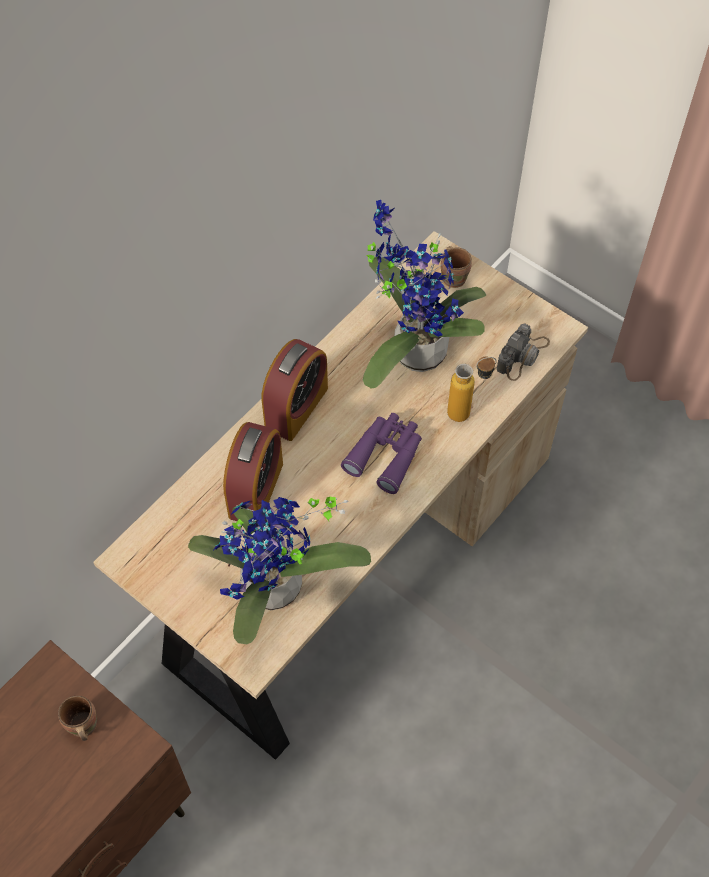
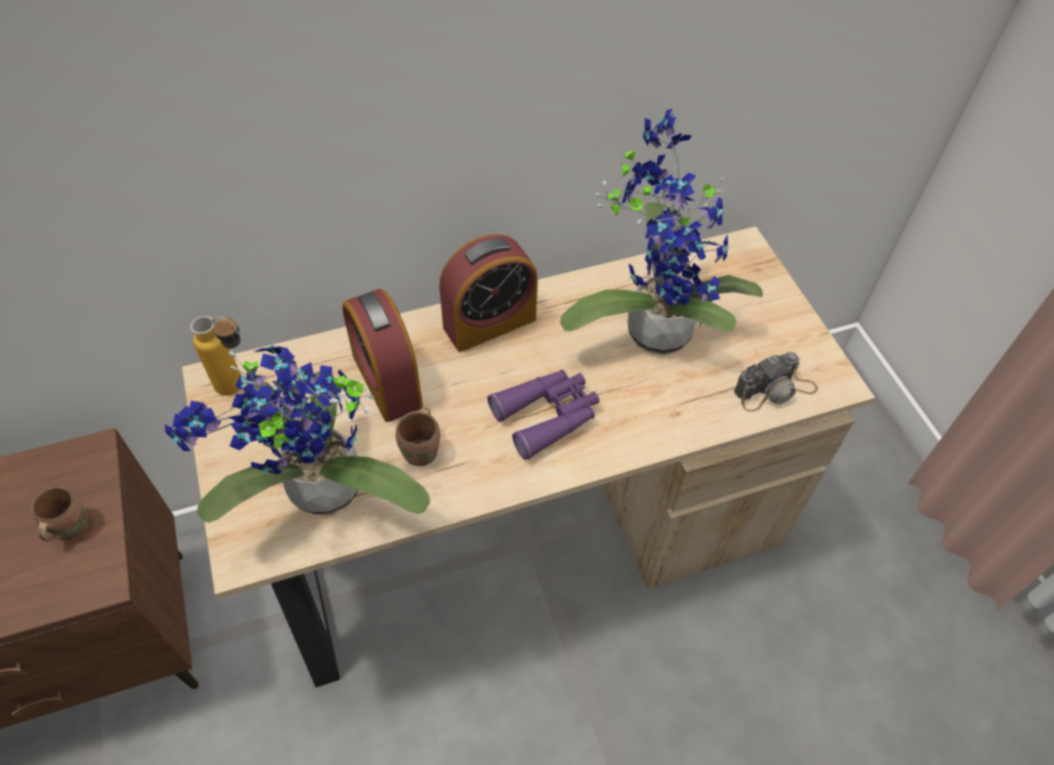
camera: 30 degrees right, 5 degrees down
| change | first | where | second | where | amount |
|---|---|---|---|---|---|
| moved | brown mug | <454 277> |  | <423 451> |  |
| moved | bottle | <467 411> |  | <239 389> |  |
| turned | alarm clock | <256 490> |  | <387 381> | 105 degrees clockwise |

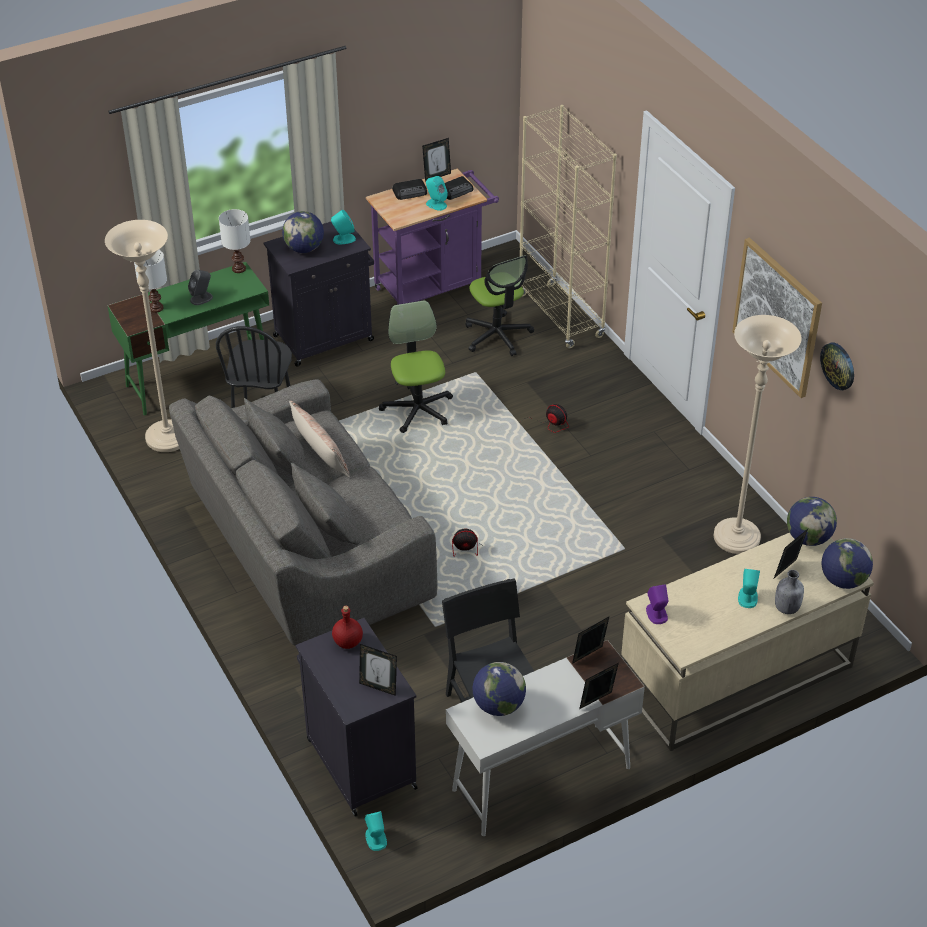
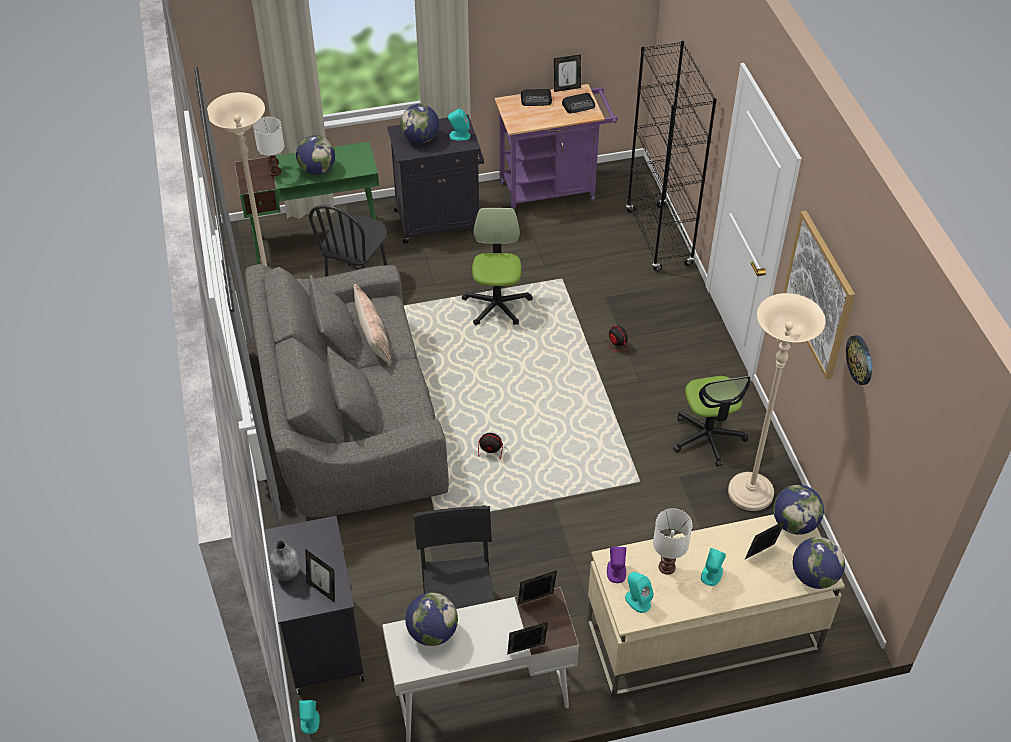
camera: 15 degrees right, 5 degrees up
| change | first | where | second | where | amount |
|---|---|---|---|---|---|
| removed | red bottle | <348 642> |  |  |  |
| moved | white table lamp | <239 269> |  | <667 567> |  |
| moved | turquoise speaker | <436 204> |  | <637 600> |  |
| moved | office chair | <497 336> |  | <708 437> |  |
| moved | grey bottle | <786 608> |  | <286 573> |  |
| replaced | grey speaker | <201 298> | globe | <317 170> |  |
| recoloured | beige bookcase | <560 316> | black bookcase | <659 238> |  |

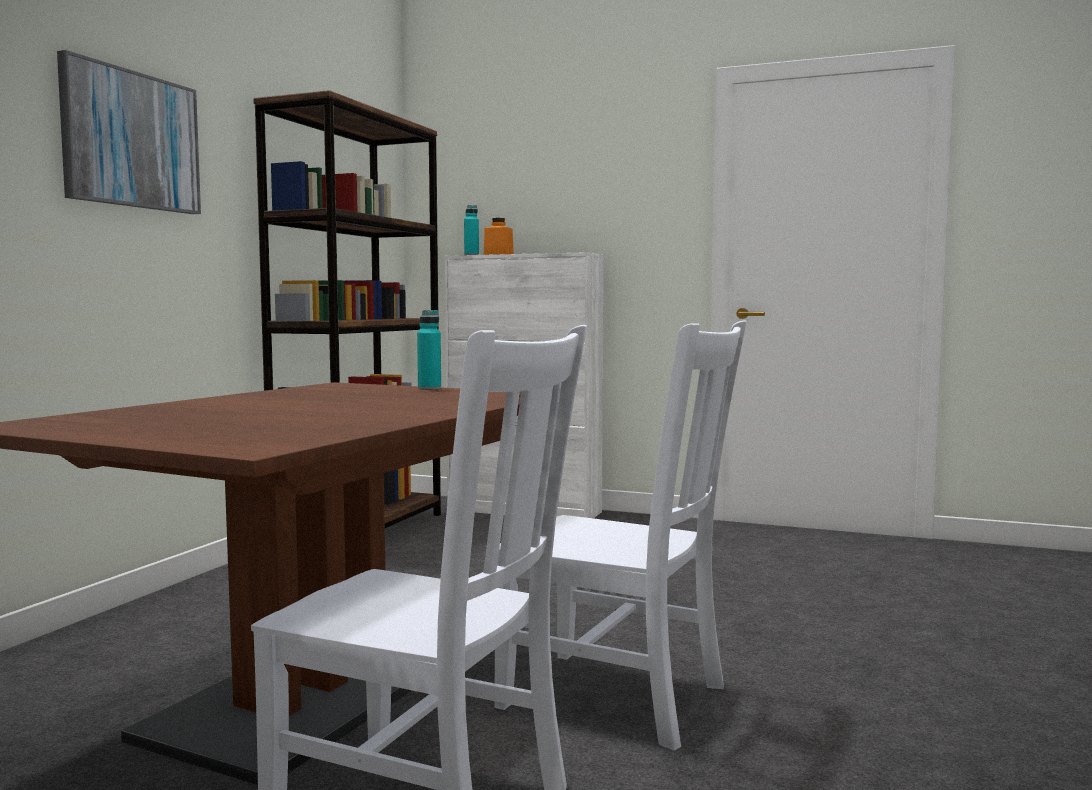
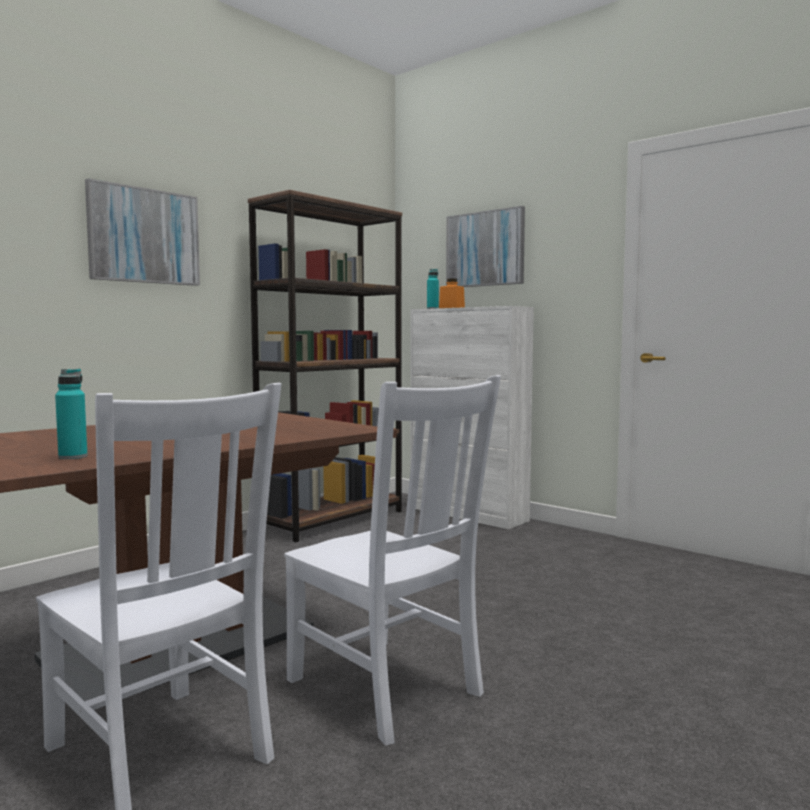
camera: 20 degrees right, 0 degrees up
| change | first | where | second | where | amount |
|---|---|---|---|---|---|
| added |  |  | picture | <485 249> |  |
| moved | turquoise bottle | <429 388> |  | <73 457> |  |

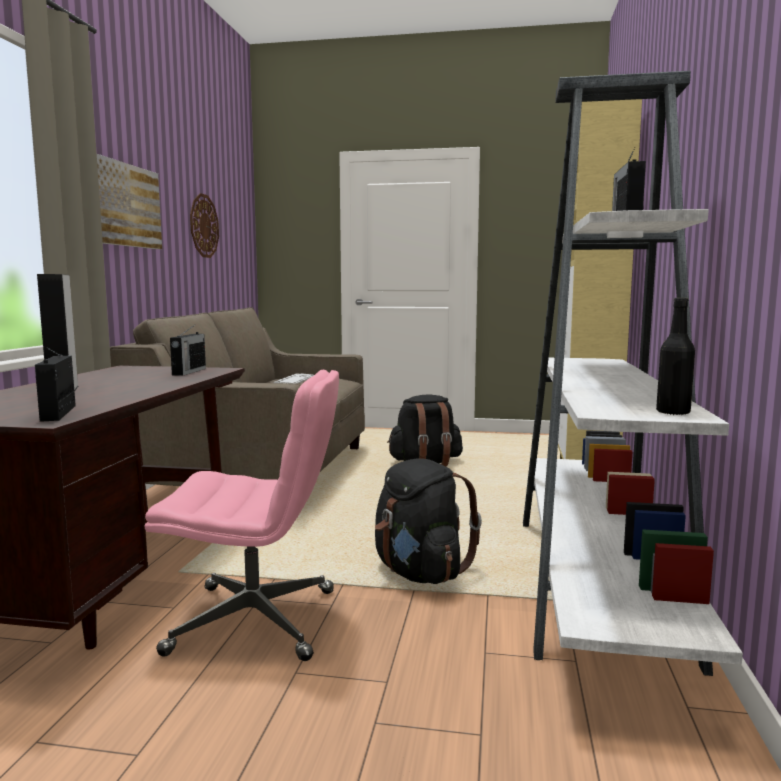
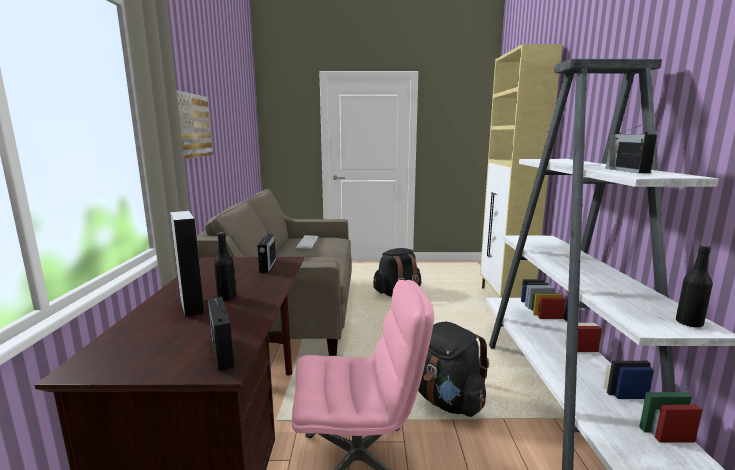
camera: 10 degrees left, 5 degrees up
| change | first | where | second | where | amount |
|---|---|---|---|---|---|
| removed | wall clock | <203 226> |  |  |  |
| added |  |  | black bottle | <227 297> |  |

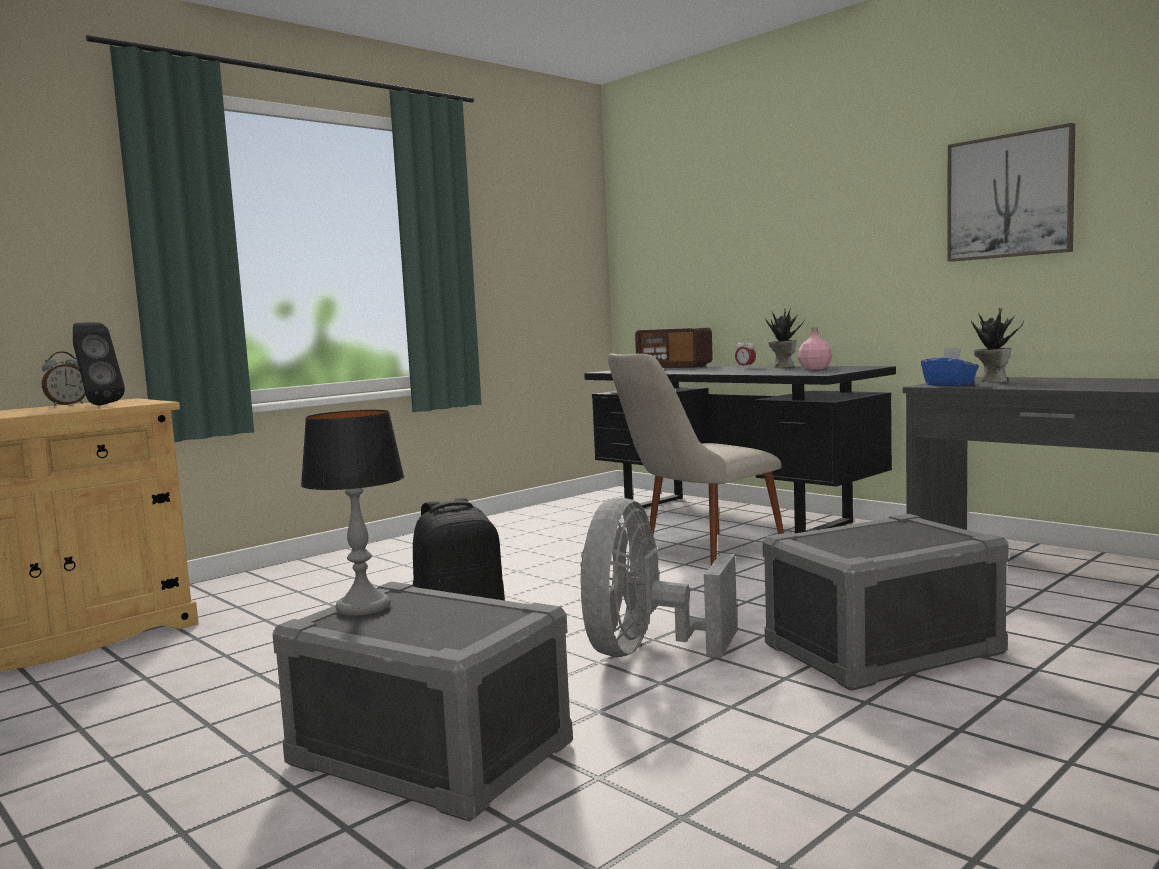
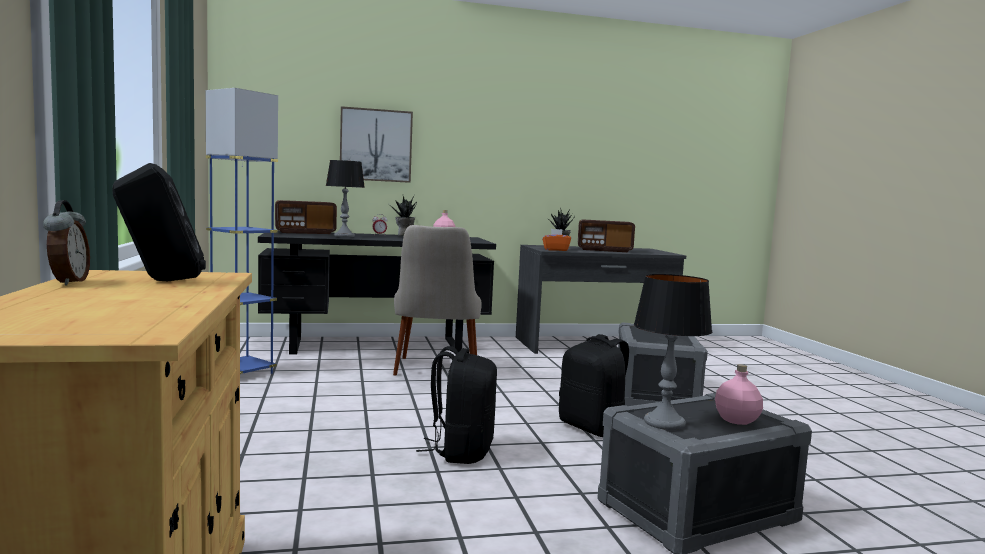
camera: 60 degrees left, 0 degrees up
| change | first | where | second | where | amount |
|---|---|---|---|---|---|
| added |  |  | blue floor lamp | <242 373> |  |
| added |  |  | table lamp | <344 236> |  |
| added |  |  | radio | <604 250> |  |
| added |  |  | pink bottle | <736 420> |  |
| moved | picture | <1009 196> |  | <376 145> |  |
| replaced | grey fan | <645 651> | black backpack | <593 428> |  |
| recoloured | blue tissue box | <949 384> | orange tissue box | <555 250> |  |

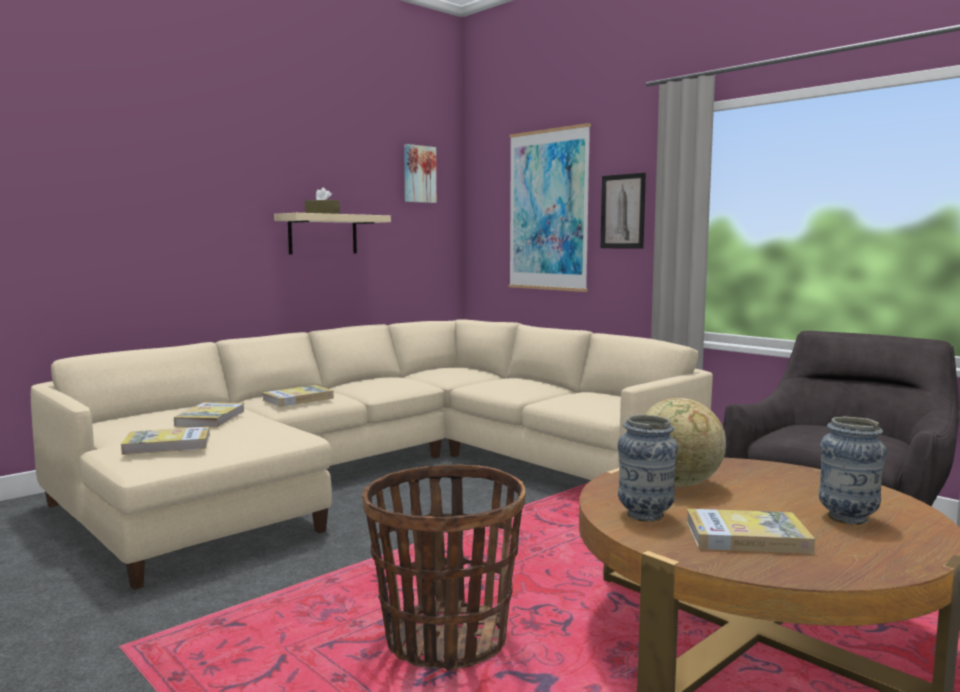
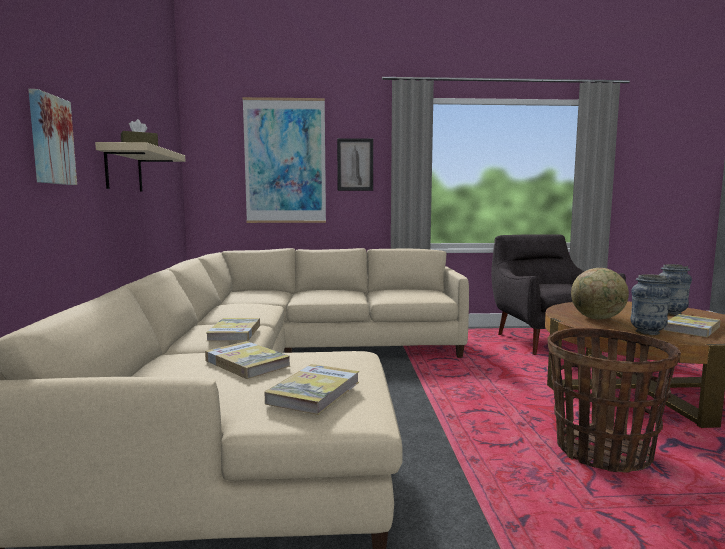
camera: 50 degrees left, 0 degrees up
| change | first | where | second | where | amount |
|---|---|---|---|---|---|
| moved | picture | <419 174> |  | <50 140> |  |

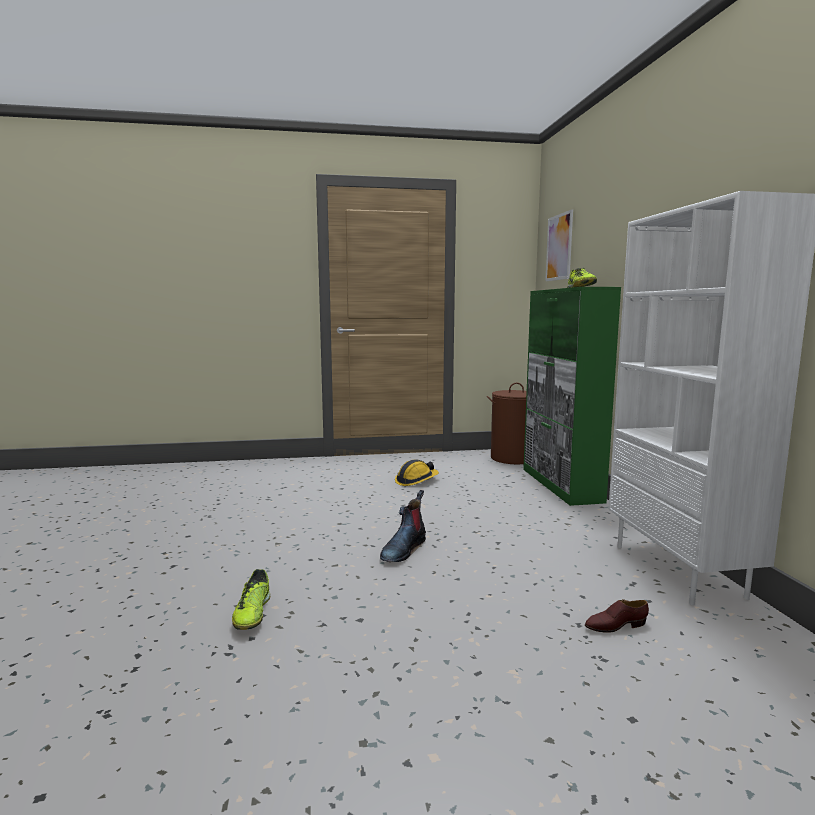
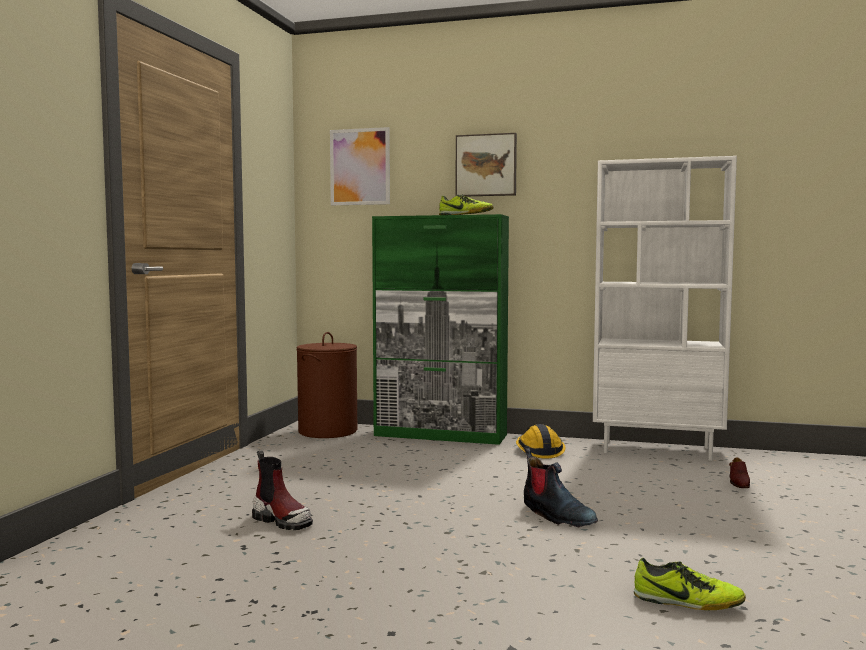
camera: 65 degrees left, 5 degrees down
| change | first | where | second | where | amount |
|---|---|---|---|---|---|
| added |  |  | boot | <282 521> |  |
| added |  |  | picture | <486 165> |  |
| moved | hard hat | <416 480> |  | <539 451> |  |

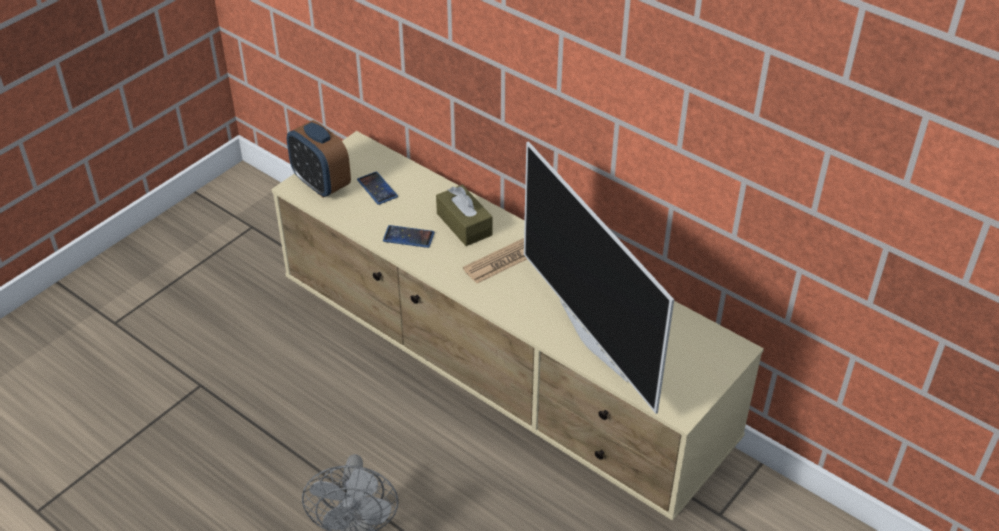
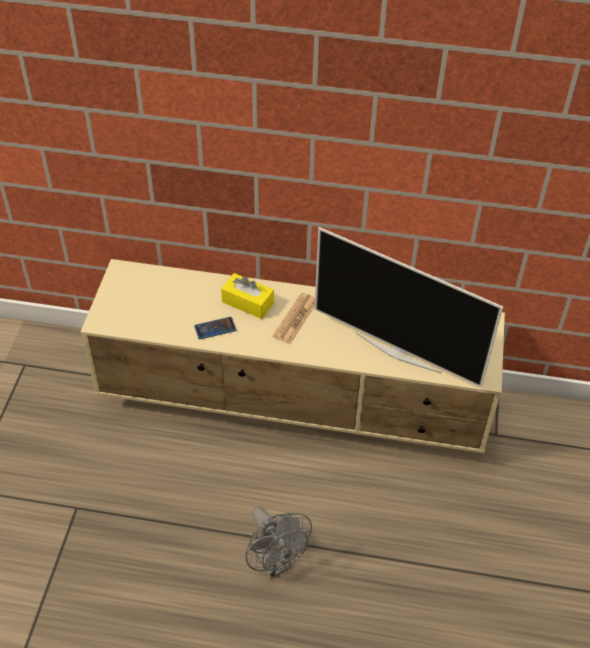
camera: 30 degrees left, 5 degrees up
| change | first | where | second | where | amount |
|---|---|---|---|---|---|
| removed | alarm clock | <321 184> |  |  |  |
| removed | phone | <377 188> |  |  |  |
| recoloured | brown tissue box | <464 224> | yellow tissue box | <248 302> |  |

